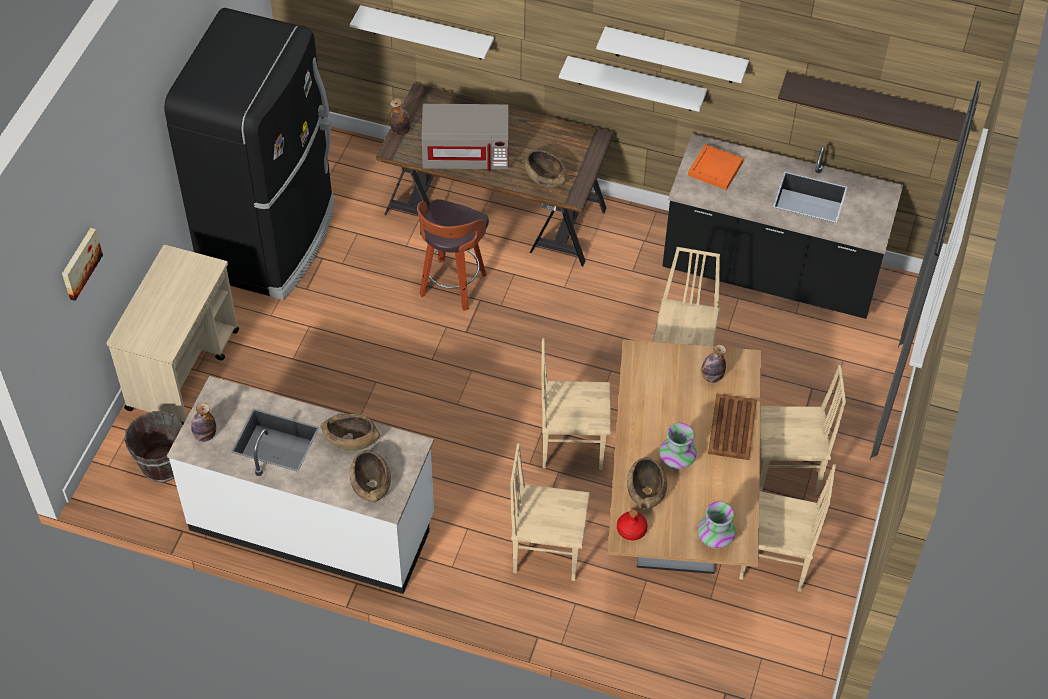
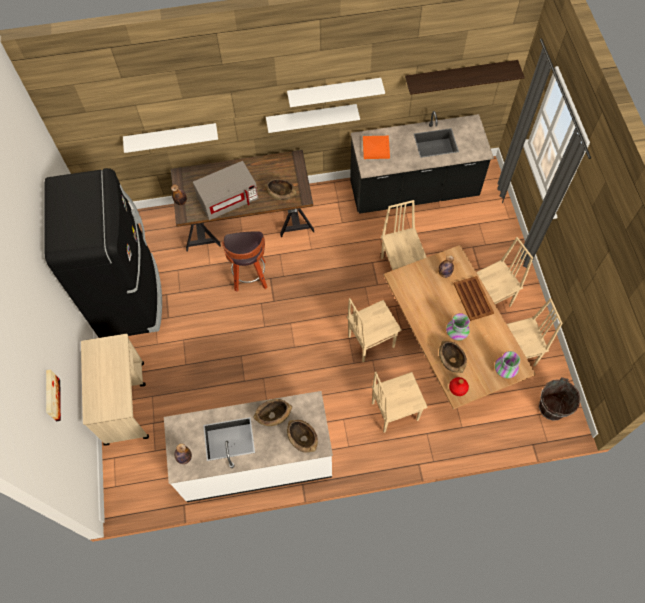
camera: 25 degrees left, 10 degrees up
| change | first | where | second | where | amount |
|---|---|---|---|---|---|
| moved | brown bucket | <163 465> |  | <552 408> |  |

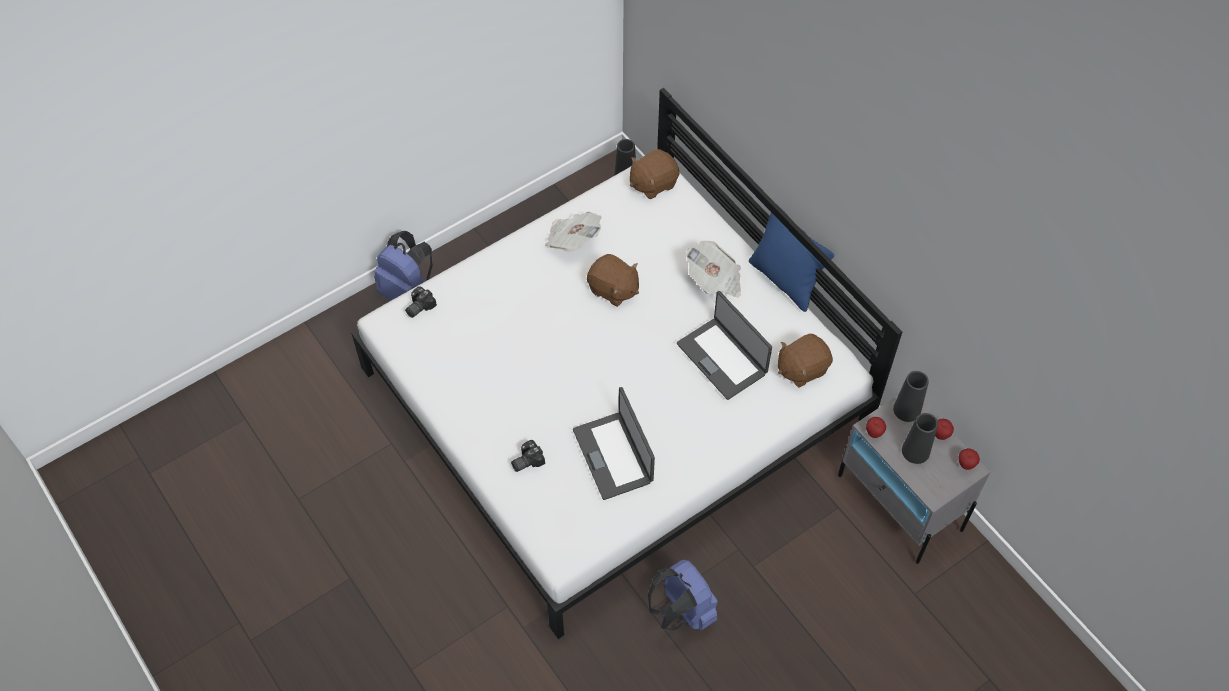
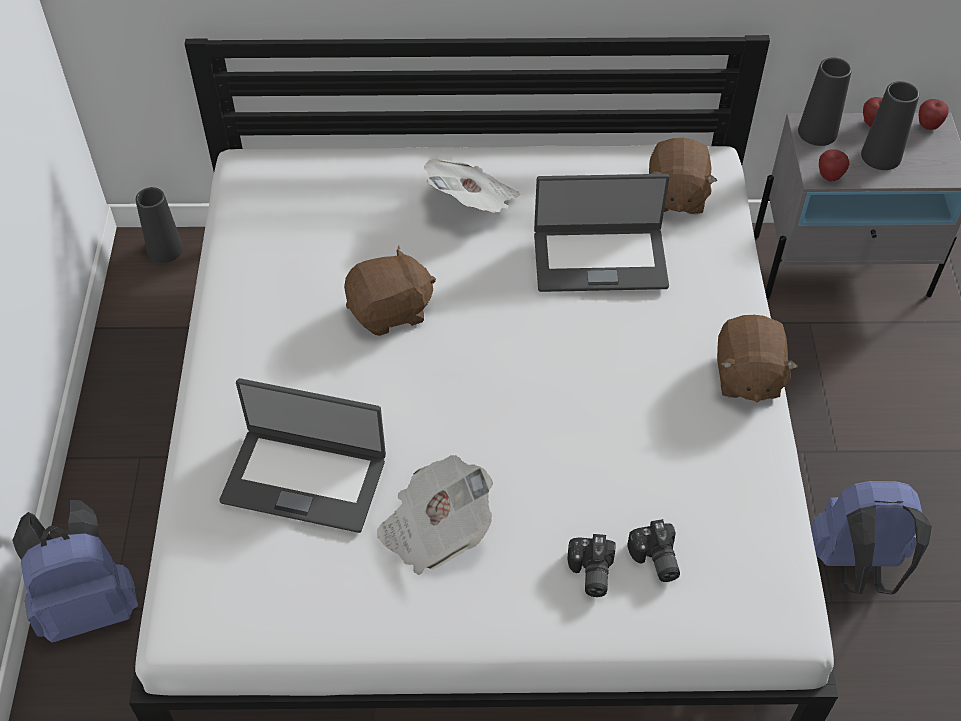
camera: 55 degrees left, 5 degrees down
| change | first | where | second | where | amount |
|---|---|---|---|---|---|
| removed | blue pillow | <785 280> |  |  |  |
| moved | photo camera | <418 306> |  | <654 560> |  |
| moved | newspaper | <573 240> |  | <435 529> |  |
| moved | laptop | <614 455> |  | <305 478> |  |
| moved | brown plush toy | <653 183> |  | <747 376> |  |

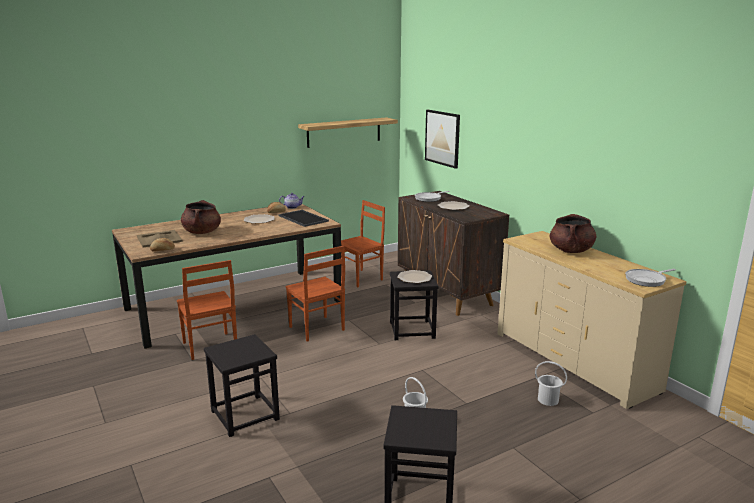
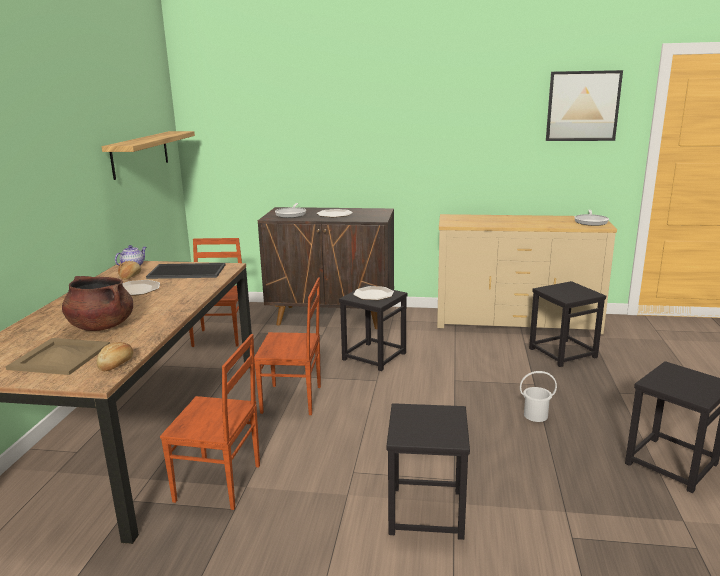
camera: 50 degrees left, 0 degrees up
| change | first | where | second | where | amount |
|---|---|---|---|---|---|
| removed | brown cooking pot | <571 251> |  |  |  |
| moved | picture | <442 138> |  | <582 106> |  |
| replaced | white bucket | <548 399> | black stool | <562 353> |  |

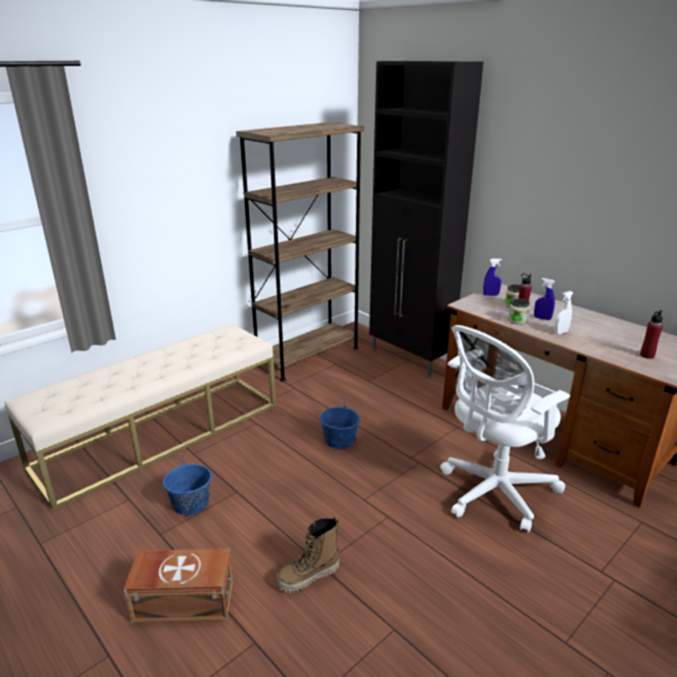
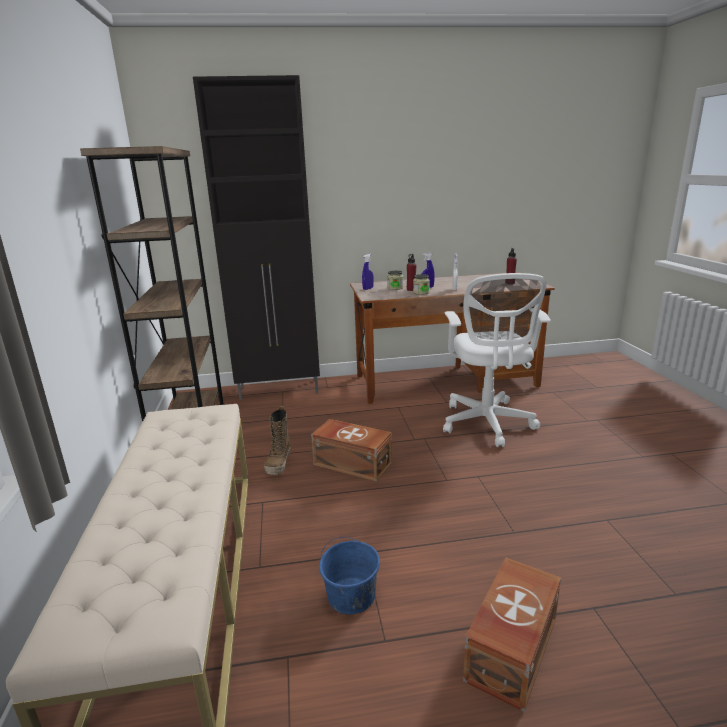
camera: 55 degrees left, 5 degrees down
| change | first | where | second | where | amount |
|---|---|---|---|---|---|
| moved | boot | <308 577> |  | <279 463> |  |
| replaced | blue bucket | <339 440> | brown storage box | <352 463> |  |

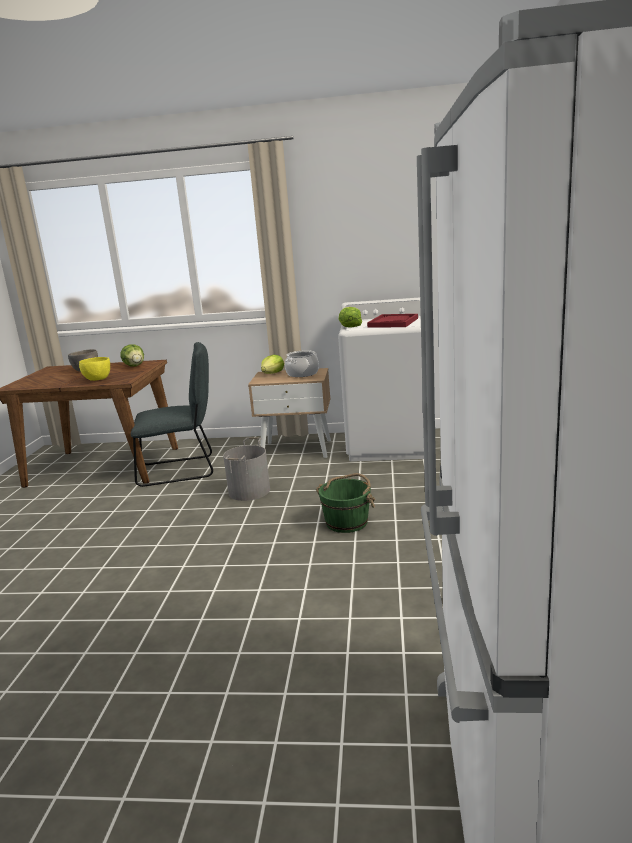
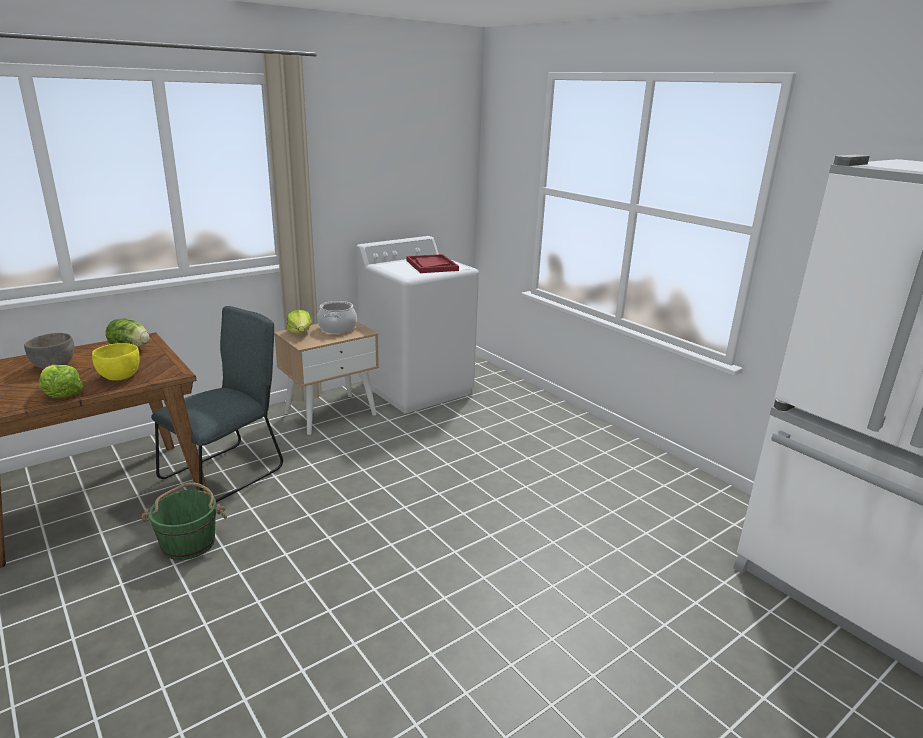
camera: 45 degrees left, 5 degrees up
| change | first | where | second | where | amount |
|---|---|---|---|---|---|
| removed | grey bucket | <250 491> |  |  |  |
| moved | green bucket | <347 522> |  | <189 543> |  |
| moved | lettuce | <350 326> |  | <61 393> |  |

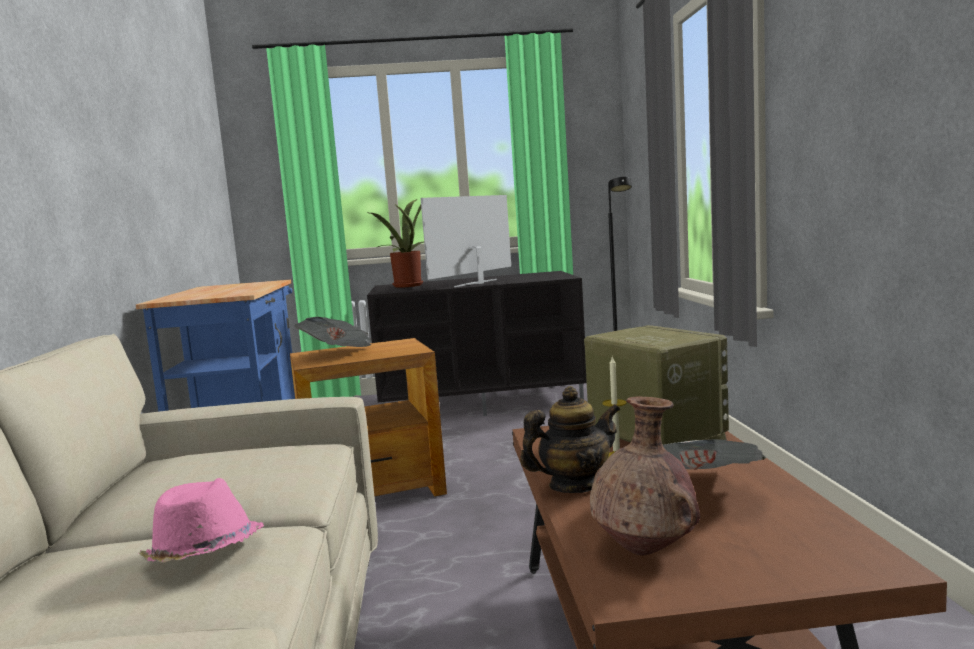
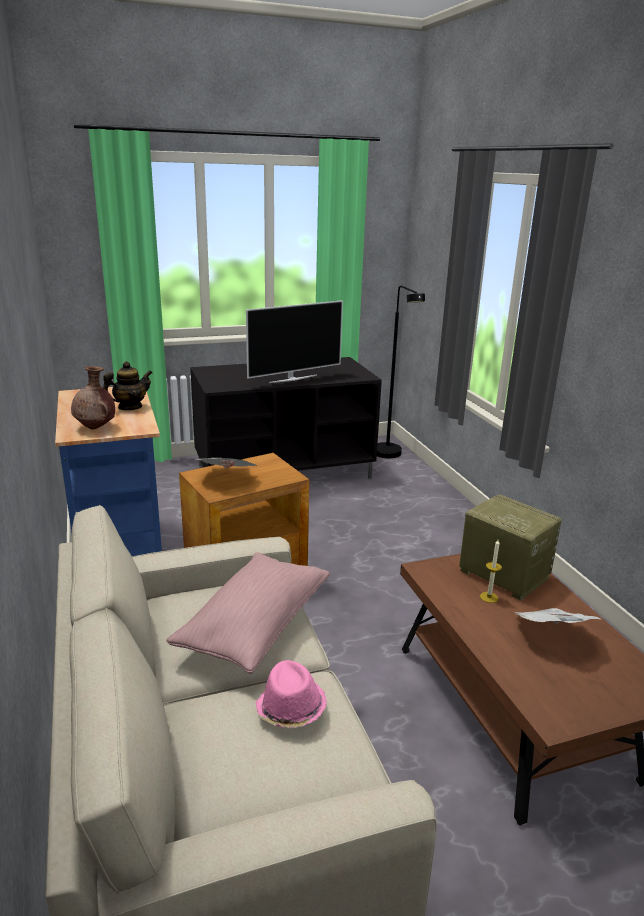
camera: 15 degrees left, 15 degrees up
| change | first | where | second | where | amount |
|---|---|---|---|---|---|
| removed | potted plant | <405 286> |  |  |  |
| added |  |  | pink pillow | <254 626> |  |
| moved | teapot | <574 485> |  | <130 407> |  |
| moved | brown vase | <646 550> |  | <96 428> |  |
| turned | television | <477 283> |  | <293 378> | 150 degrees counterclockwise |

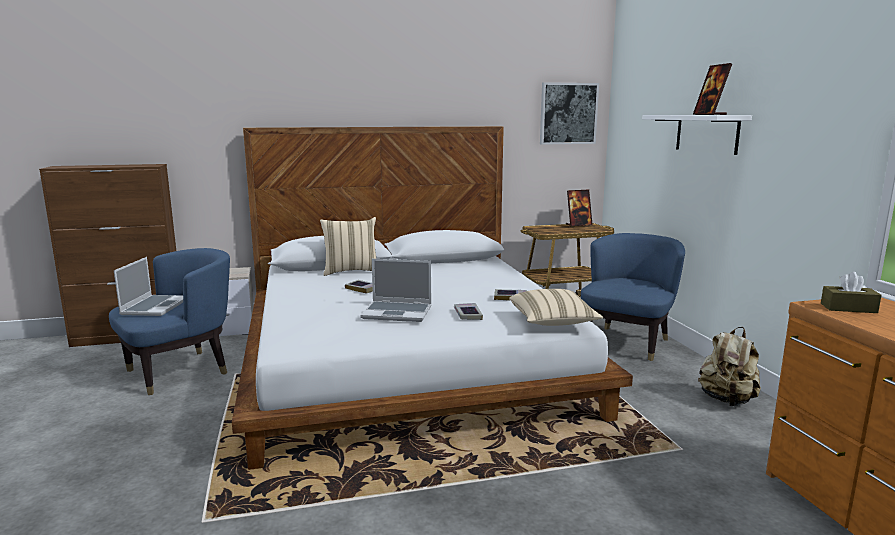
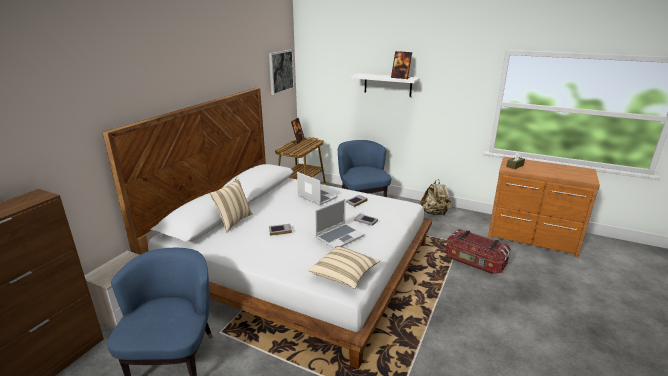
camera: 50 degrees left, 10 degrees up
| change | first | where | second | where | amount |
|---|---|---|---|---|---|
| added |  |  | storage box | <474 262> |  |
| moved | laptop | <155 306> |  | <316 197> |  |
| moved | beige pillow | <552 322> |  | <344 275> |  |

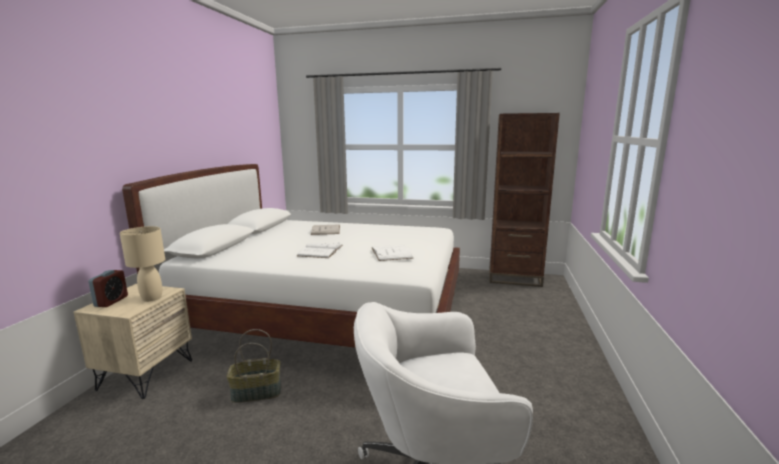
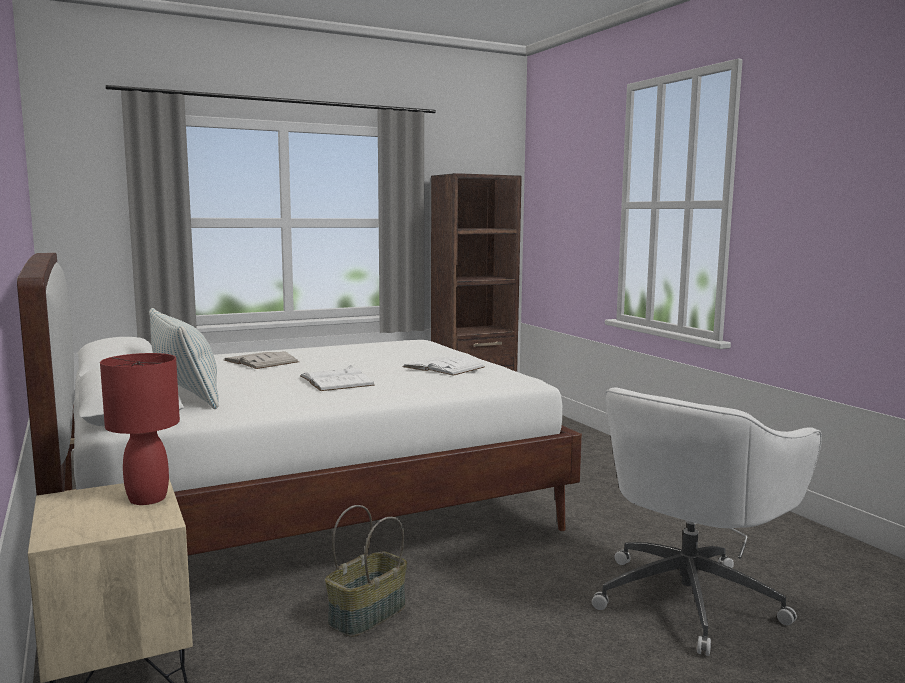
camera: 40 degrees left, 5 degrees down
| change | first | where | second | where | amount |
|---|---|---|---|---|---|
| removed | alarm clock | <111 301> |  |  |  |
| added |  |  | pillow | <185 393> |  |
| recoloured | beige table lamp | <151 298> | red table lamp | <147 499> |  |

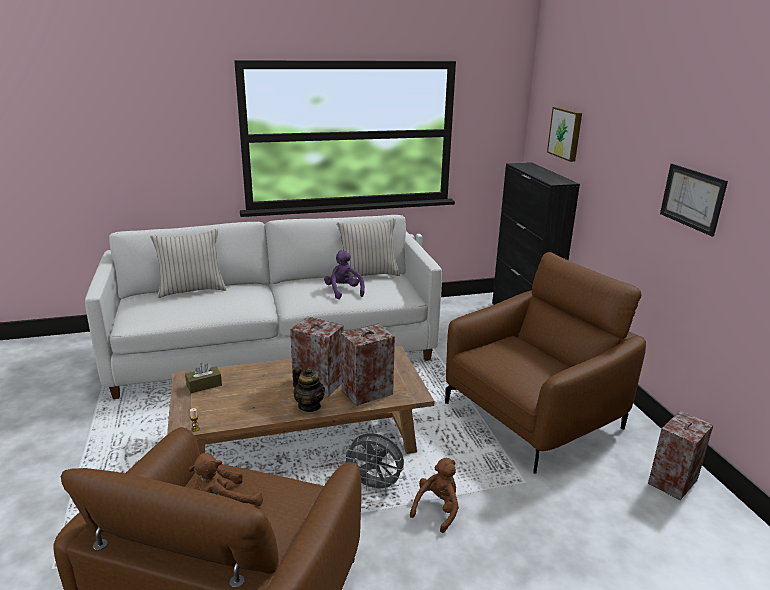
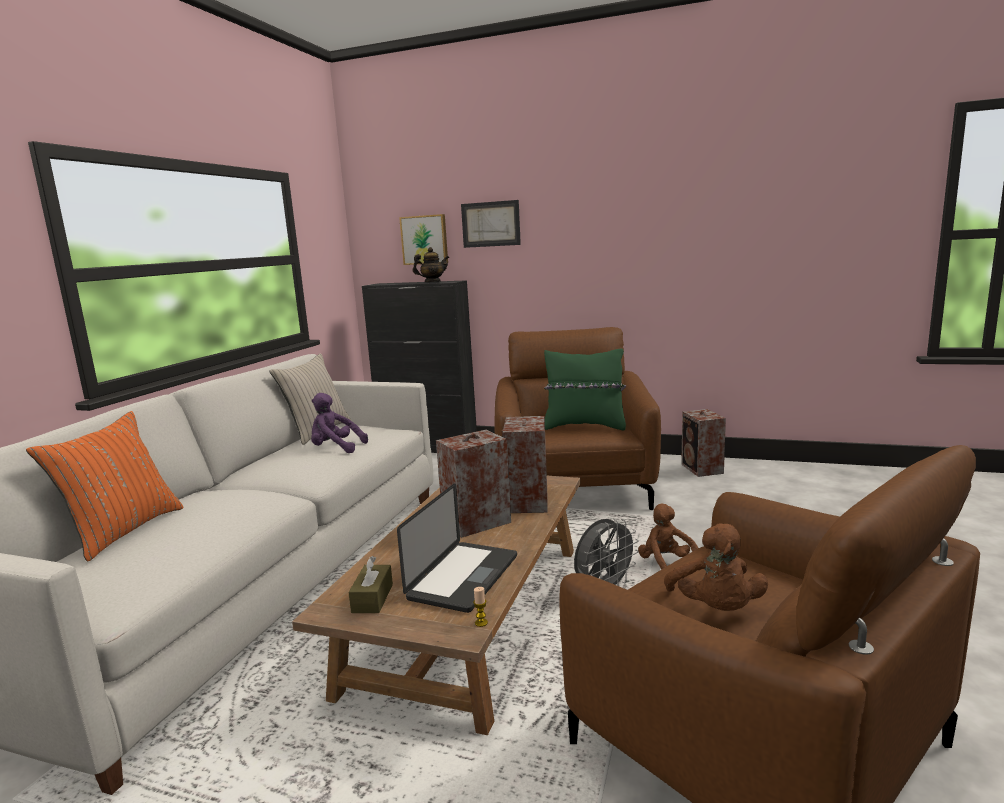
camera: 55 degrees left, 10 degrees down
| change | first | where | second | where | amount |
|---|---|---|---|---|---|
| added |  |  | laptop | <463 577> |  |
| added |  |  | green pillow | <584 426> |  |
| moved | teapot | <309 406> |  | <432 282> |  |
| moved | picture | <692 198> |  | <491 224> |  |
| recoloured | beige pillow | <191 290> | orange pillow | <123 532> |  |

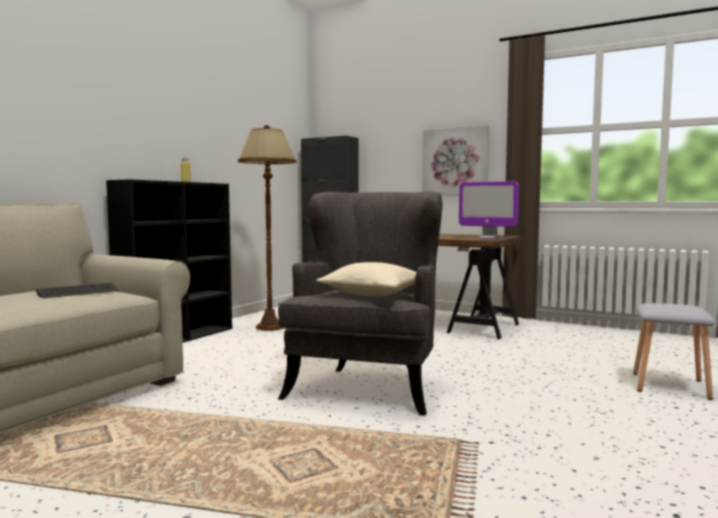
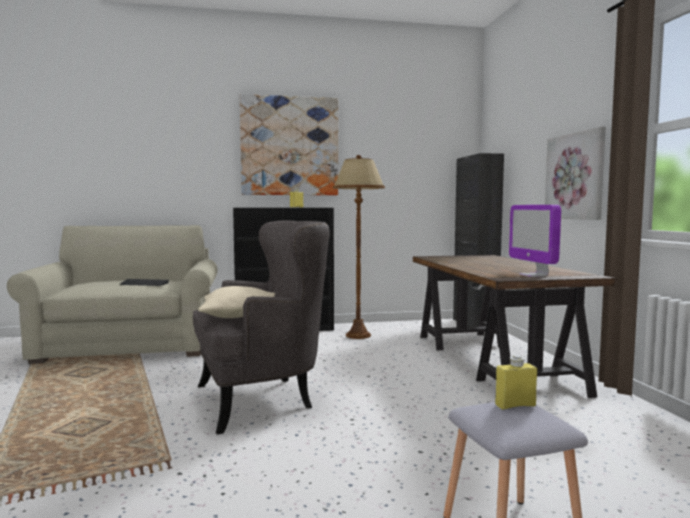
camera: 50 degrees right, 0 degrees up
| change | first | where | second | where | amount |
|---|---|---|---|---|---|
| added |  |  | picture | <289 146> |  |
| added |  |  | yellow bottle | <515 405> |  |

